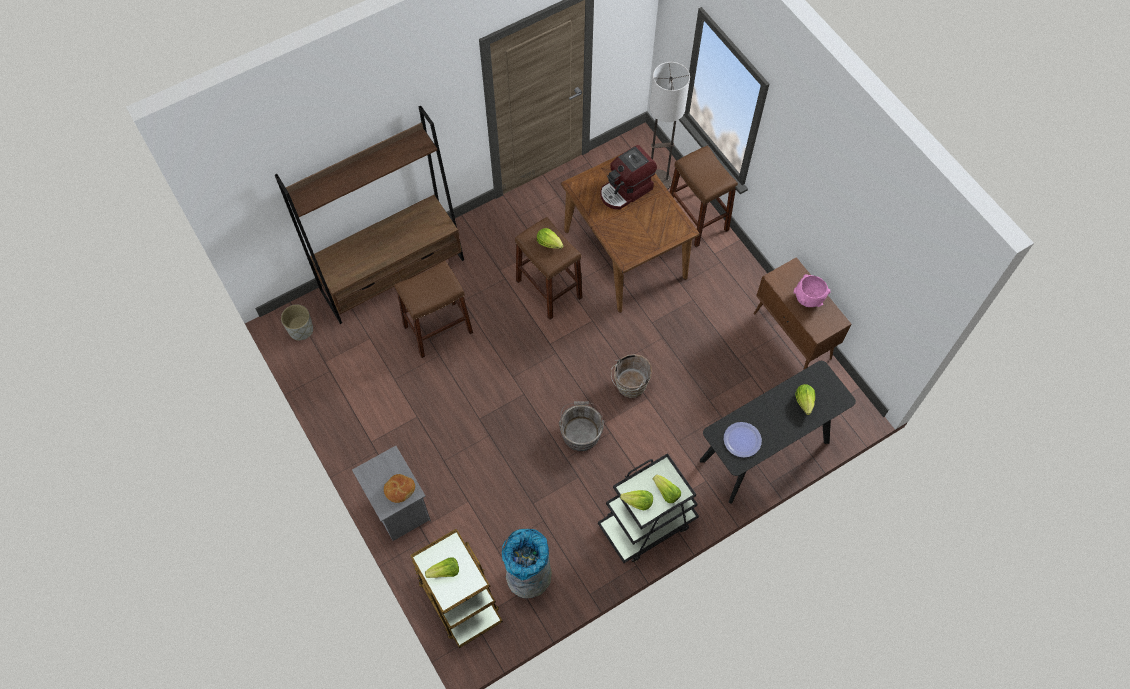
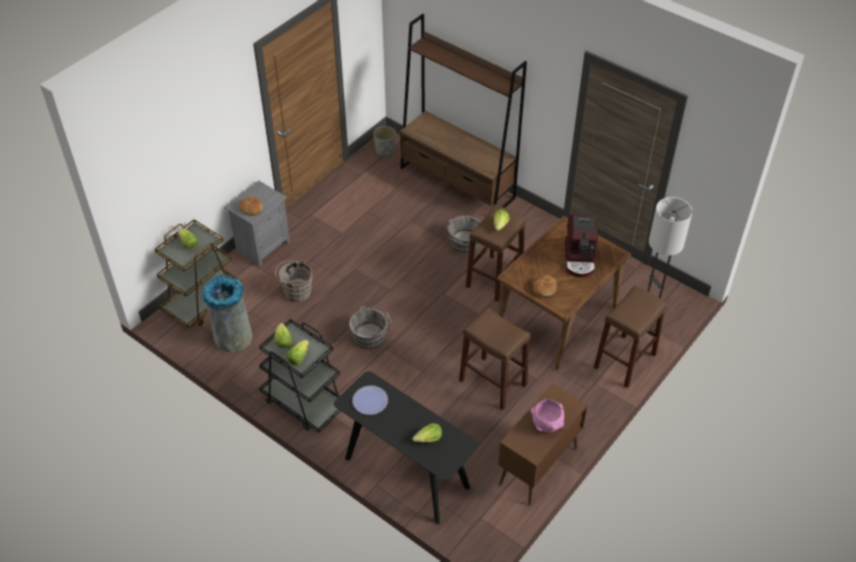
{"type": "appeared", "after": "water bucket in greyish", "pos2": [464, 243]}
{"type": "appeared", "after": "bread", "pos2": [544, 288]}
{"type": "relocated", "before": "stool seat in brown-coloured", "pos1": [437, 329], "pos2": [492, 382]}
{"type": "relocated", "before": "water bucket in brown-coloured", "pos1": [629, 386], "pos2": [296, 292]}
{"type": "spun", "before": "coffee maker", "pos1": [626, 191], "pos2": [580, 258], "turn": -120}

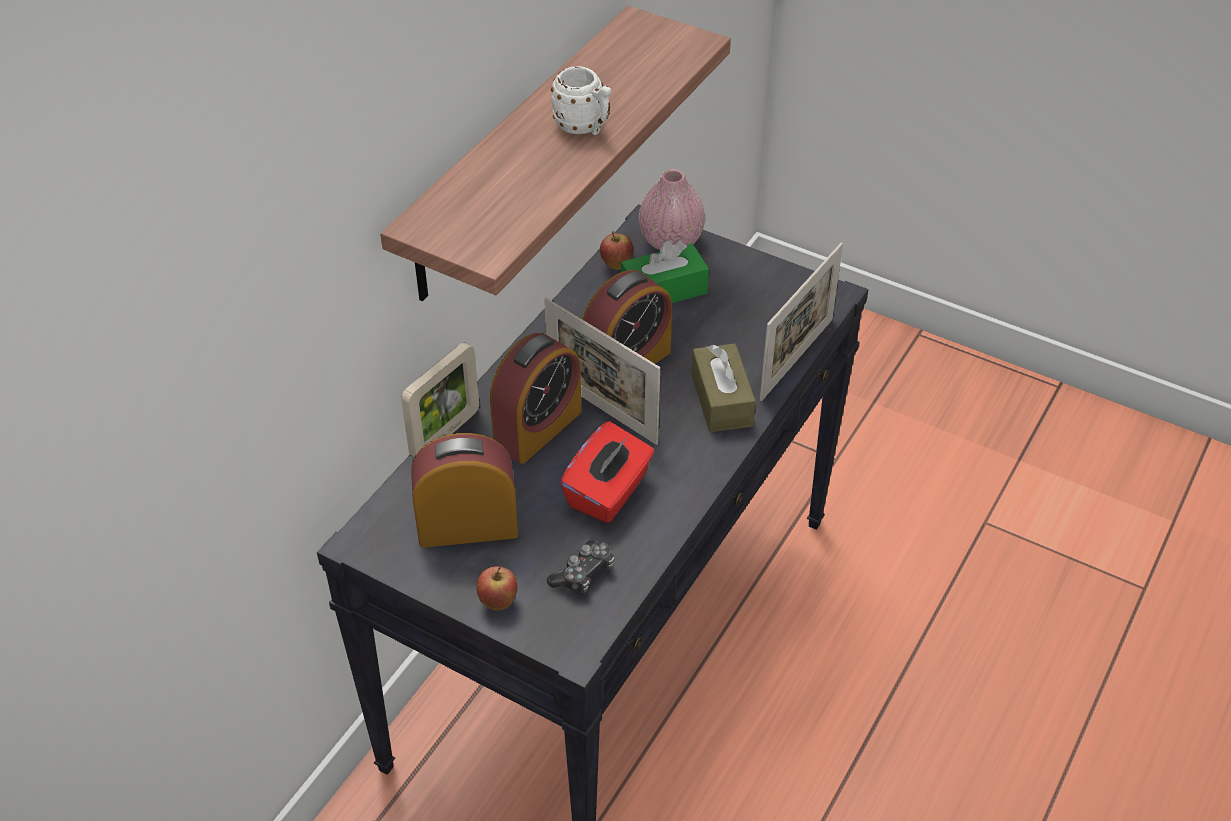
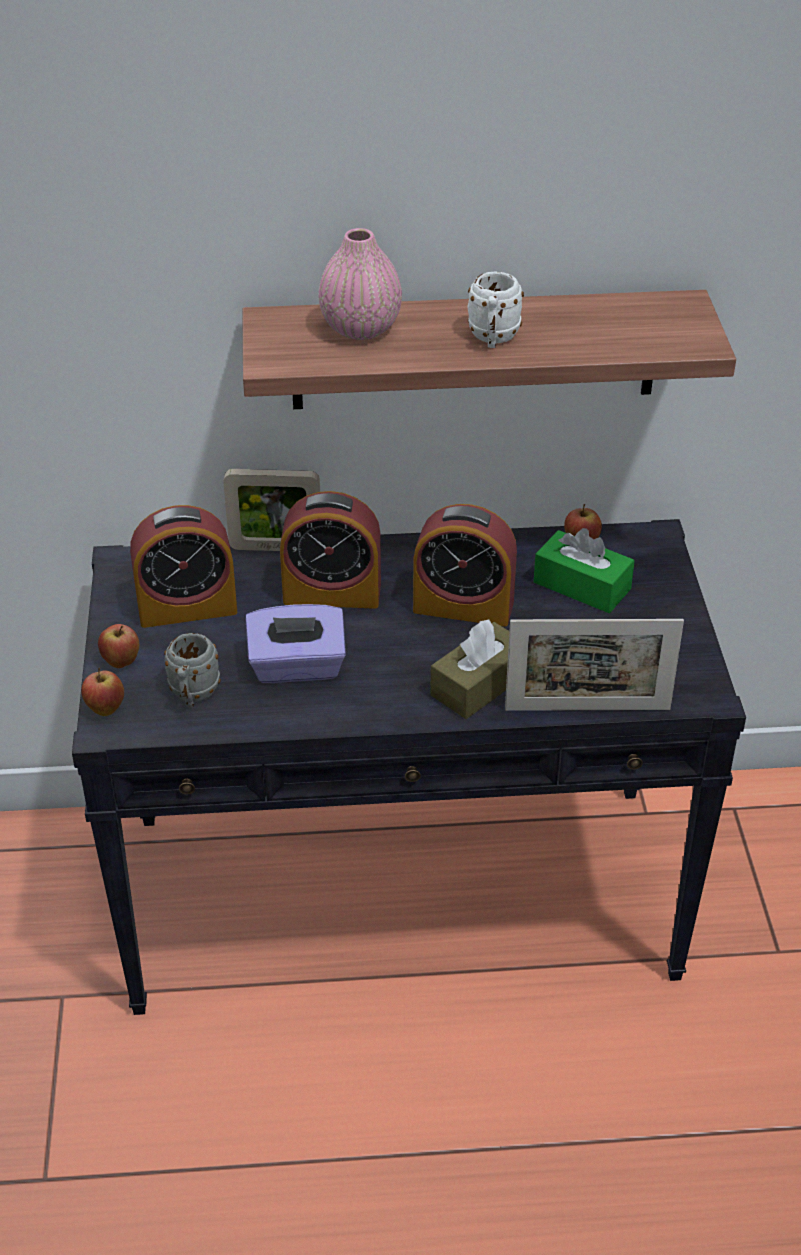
{"type": "missing", "before": "standing frame", "pos1": [601, 408]}
{"type": "appeared", "after": "whole apple", "pos2": [105, 709]}
{"type": "relocated", "before": "decorative vase in pink", "pos1": [670, 241], "pos2": [360, 328]}
{"type": "exchanged", "before": "game controller", "after": "tea mug in greyish", "pos1": [583, 573], "pos2": [193, 695]}
{"type": "colour", "before": "box of tissues in red-coloured", "after": "box of tissues in purplish", "pos1": [608, 492], "pos2": [297, 667]}
{"type": "spun", "before": "alarm clock", "pos1": [467, 526], "pos2": [187, 607], "turn": 120}

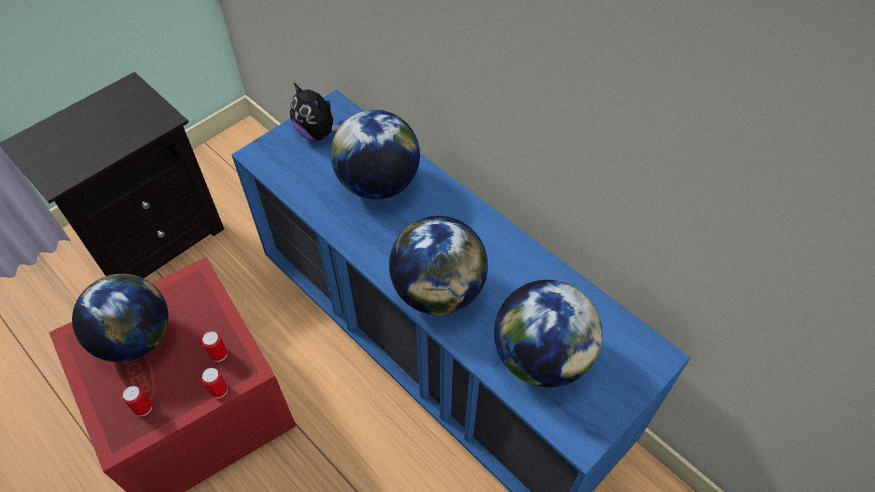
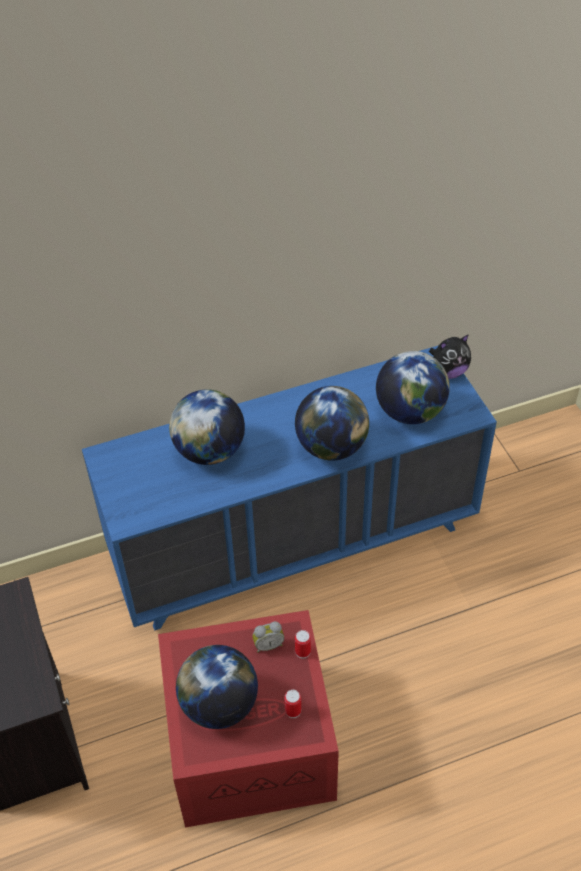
{"type": "relocated", "before": "plush toy", "pos1": [317, 133], "pos2": [448, 372]}
{"type": "exchanged", "before": "sealed can", "after": "alarm clock", "pos1": [219, 354], "pos2": [268, 645]}

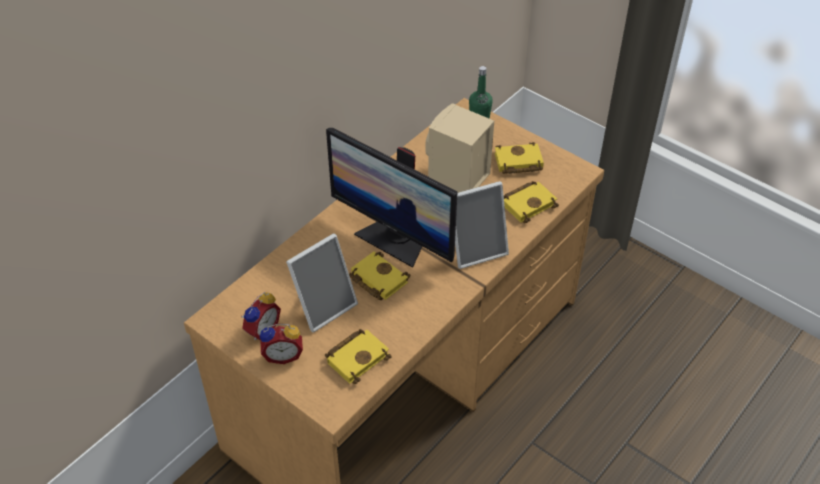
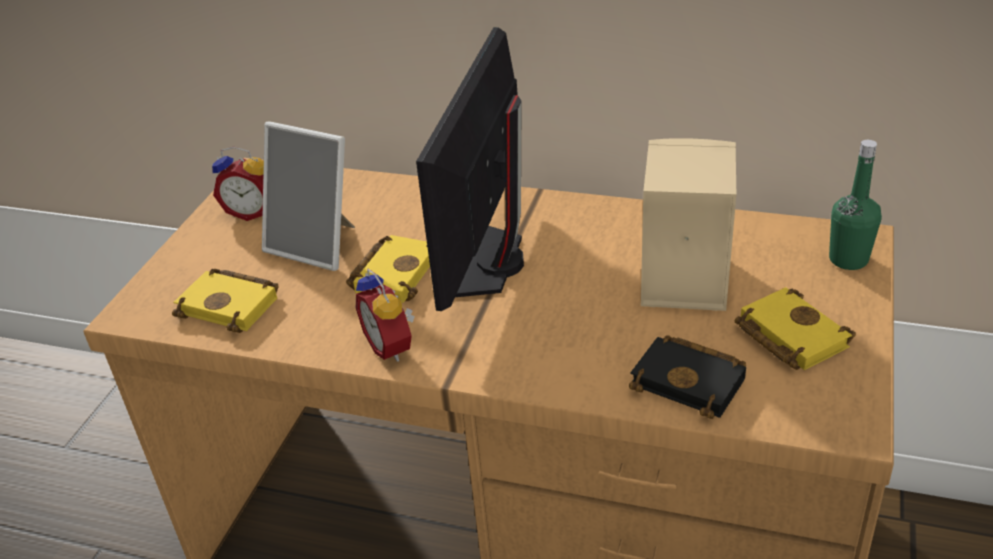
{"type": "missing", "before": "standing frame", "pos1": [476, 248]}
{"type": "relocated", "before": "alarm clock", "pos1": [283, 355], "pos2": [392, 346]}
{"type": "colour", "before": "volume in yellow", "after": "volume in black-coloured", "pos1": [528, 203], "pos2": [692, 381]}

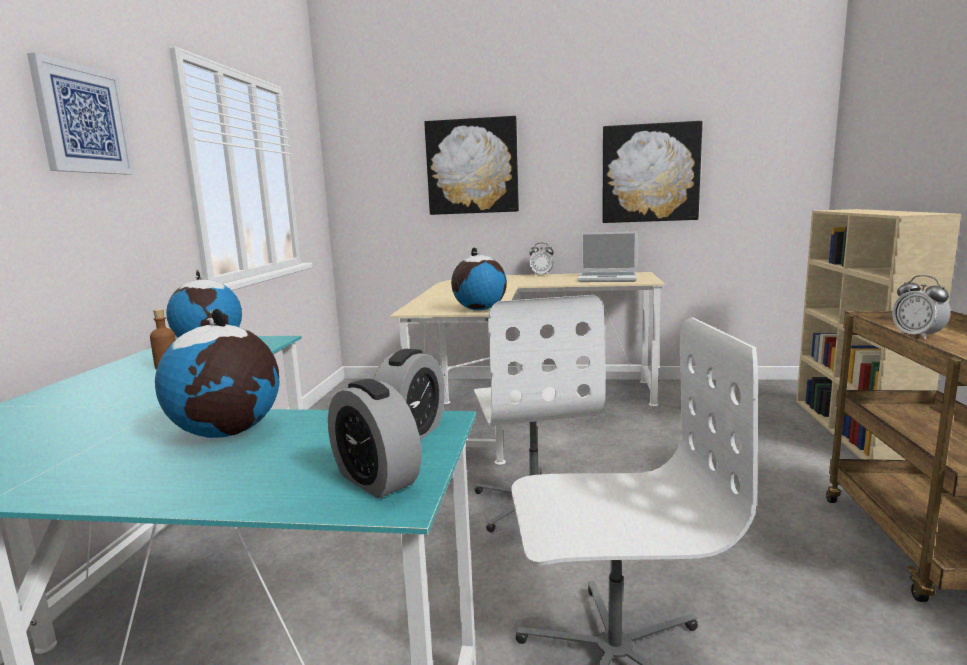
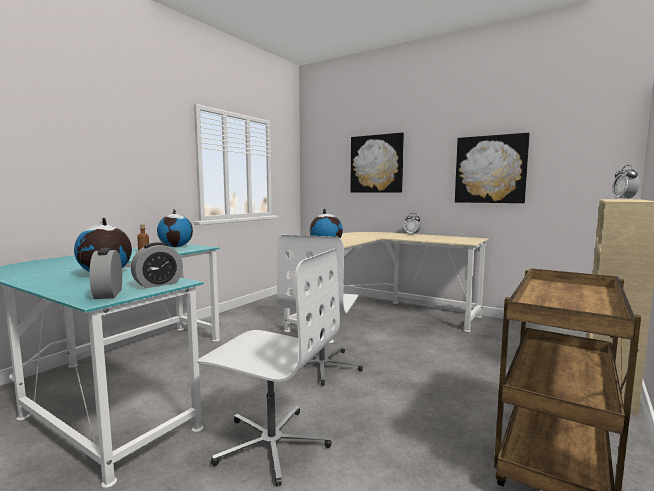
{"type": "missing", "before": "picture", "pos1": [82, 120]}
{"type": "missing", "before": "laptop", "pos1": [608, 279]}
{"type": "relocated", "before": "alarm clock", "pos1": [917, 336], "pos2": [624, 199]}

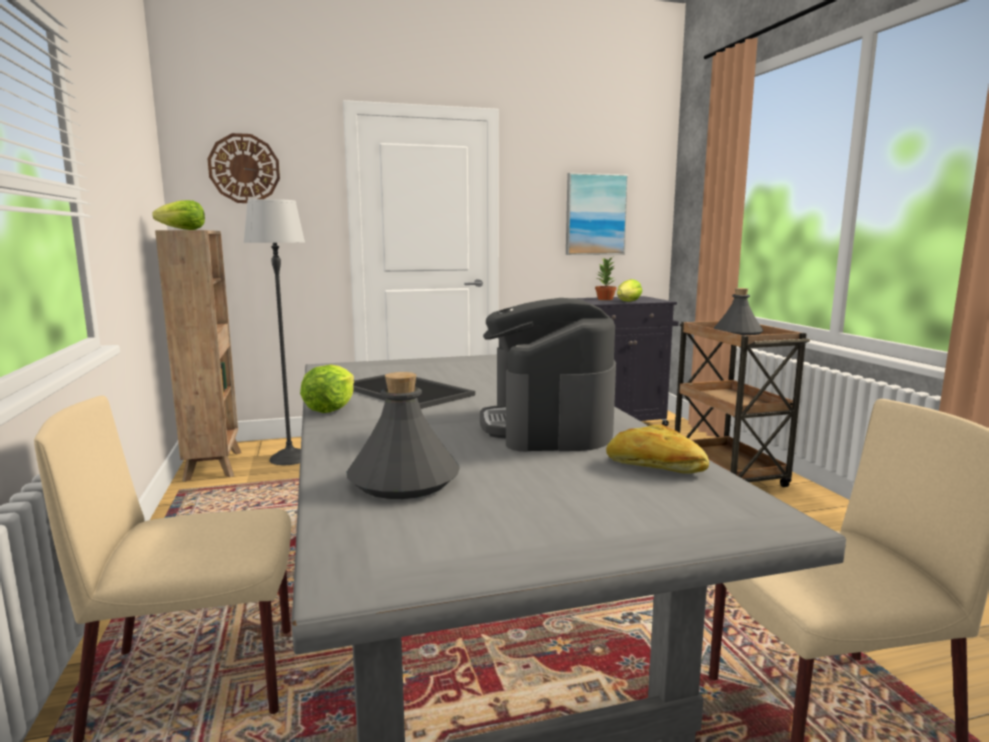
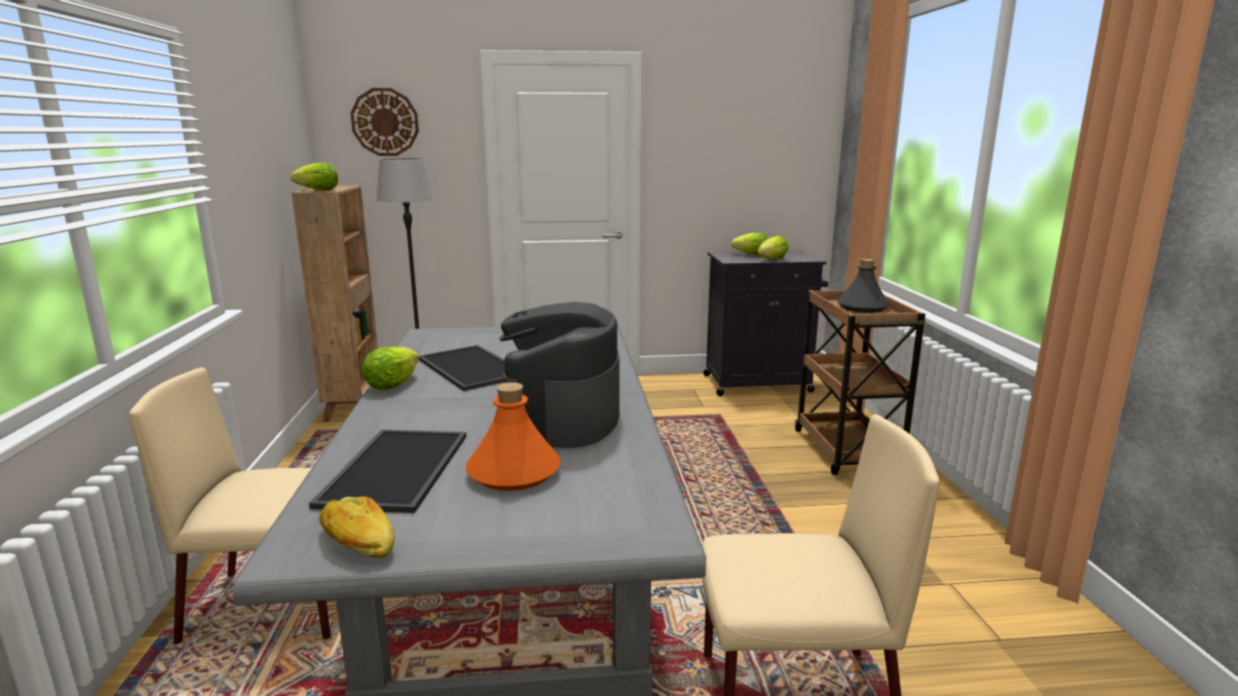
{"type": "missing", "before": "picture", "pos1": [595, 214]}
{"type": "appeared", "after": "beverage bottle in orange-coloured", "pos2": [513, 472]}
{"type": "relocated", "before": "bread", "pos1": [655, 467], "pos2": [357, 543]}
{"type": "exchanged", "before": "beverage bottle in greyish", "after": "serving tray", "pos1": [403, 481], "pos2": [394, 468]}
{"type": "exchanged", "before": "plant in a pot", "after": "lettuce head", "pos1": [605, 299], "pos2": [752, 255]}

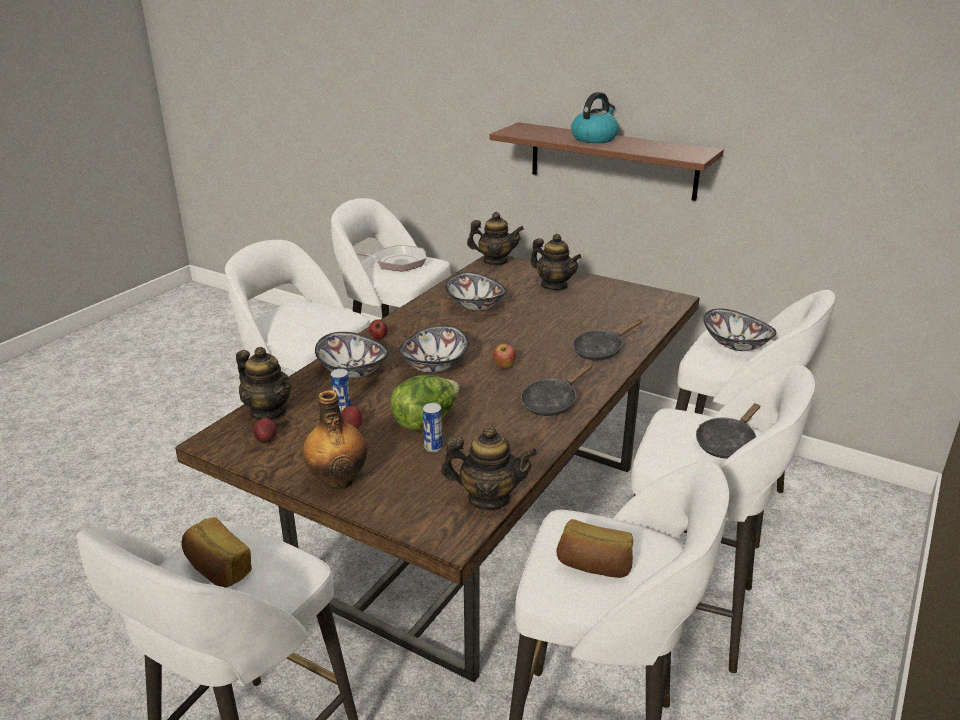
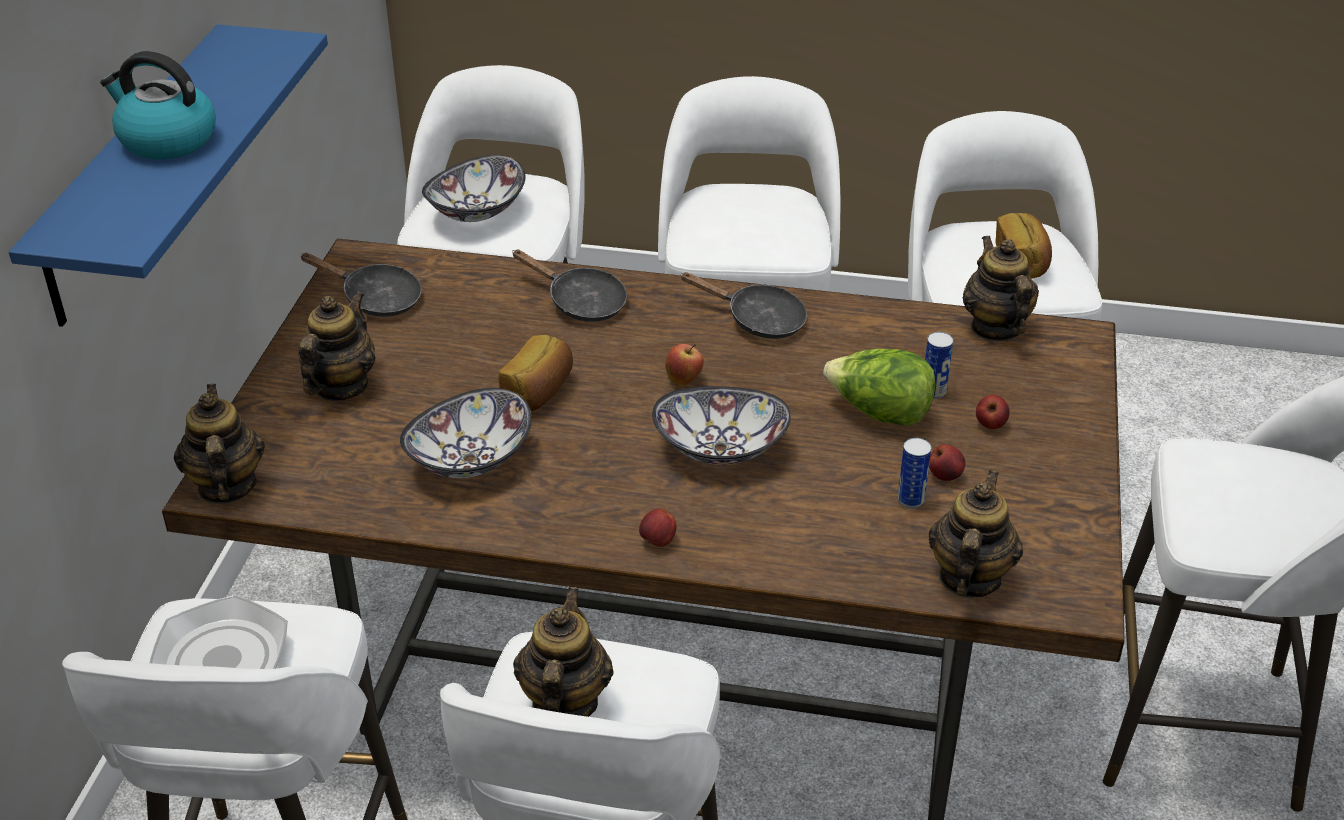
{"type": "missing", "before": "beverage bottle", "pos1": [338, 480]}
{"type": "missing", "before": "bowl", "pos1": [352, 371]}
{"type": "appeared", "after": "pot for tea", "pos2": [564, 703]}
{"type": "relocated", "before": "bread", "pos1": [217, 568], "pos2": [539, 391]}
{"type": "relocated", "before": "whole apple", "pos1": [267, 440], "pos2": [990, 424]}
{"type": "relocated", "before": "skillet in black-coloured", "pos1": [727, 443], "pos2": [375, 299]}
{"type": "colour", "before": "wall shelf in brown-coloured", "after": "wall shelf in bluish", "pos1": [612, 161], "pos2": [134, 173]}

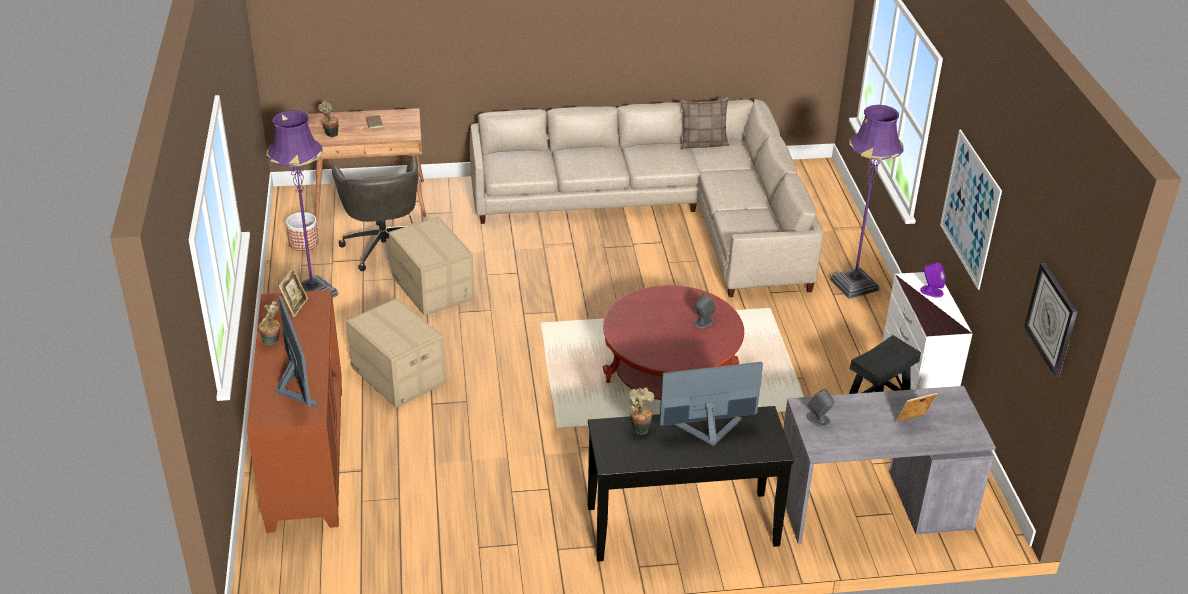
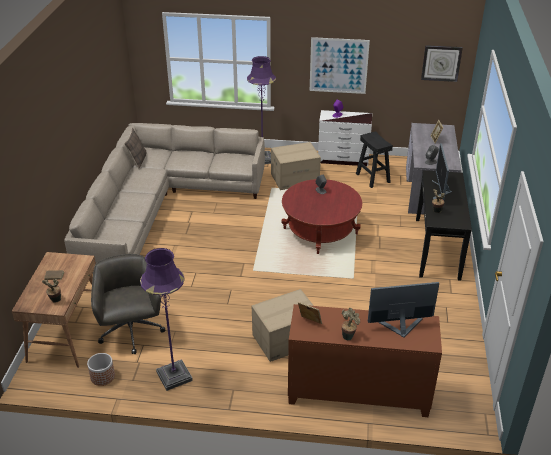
{"type": "relocated", "before": "packing box", "pos1": [433, 288], "pos2": [295, 178]}
{"type": "spun", "before": "desk chair in greyish", "pos1": [383, 246], "pos2": [131, 332], "turn": -105}

